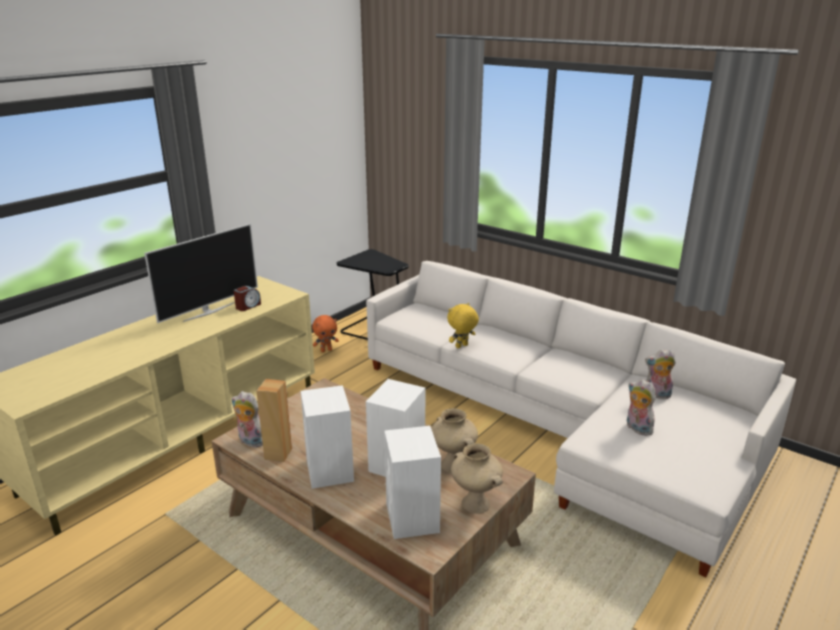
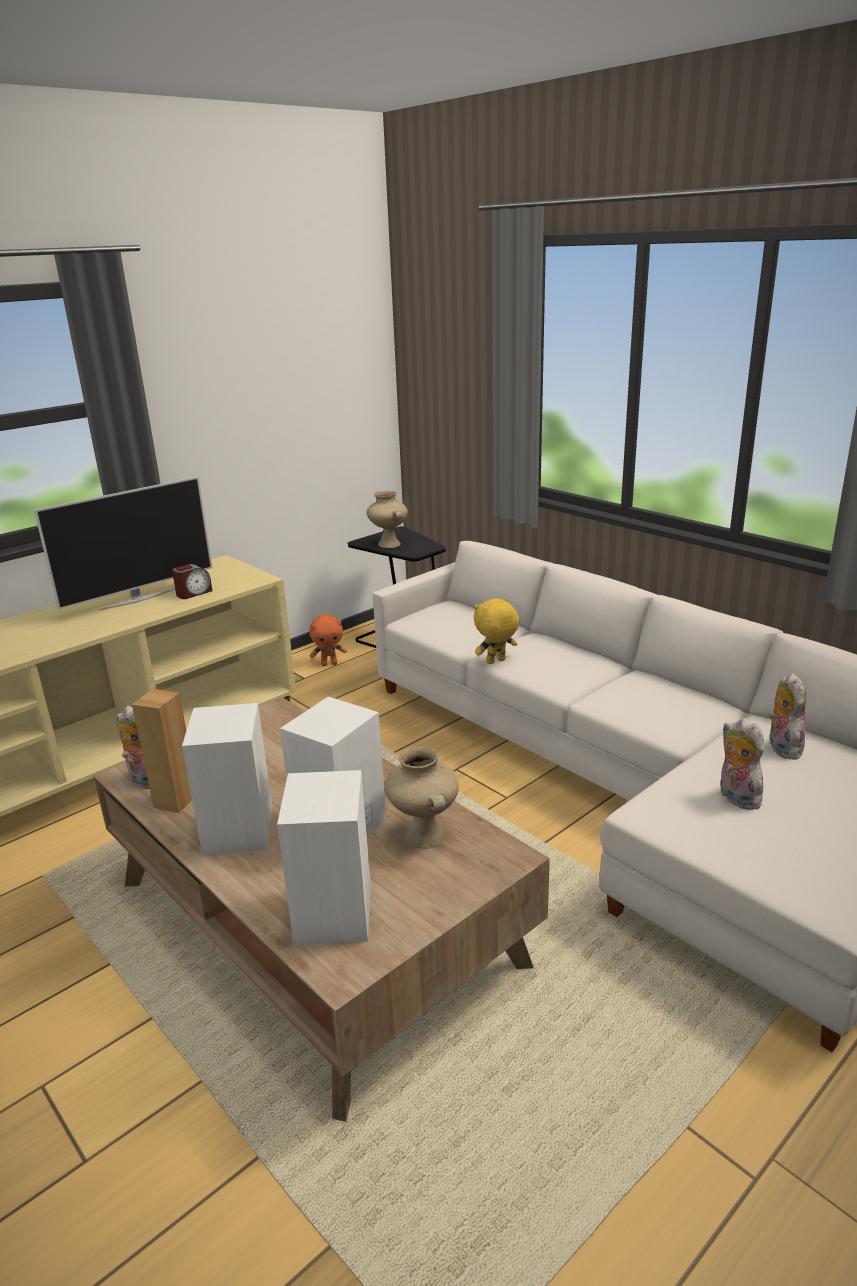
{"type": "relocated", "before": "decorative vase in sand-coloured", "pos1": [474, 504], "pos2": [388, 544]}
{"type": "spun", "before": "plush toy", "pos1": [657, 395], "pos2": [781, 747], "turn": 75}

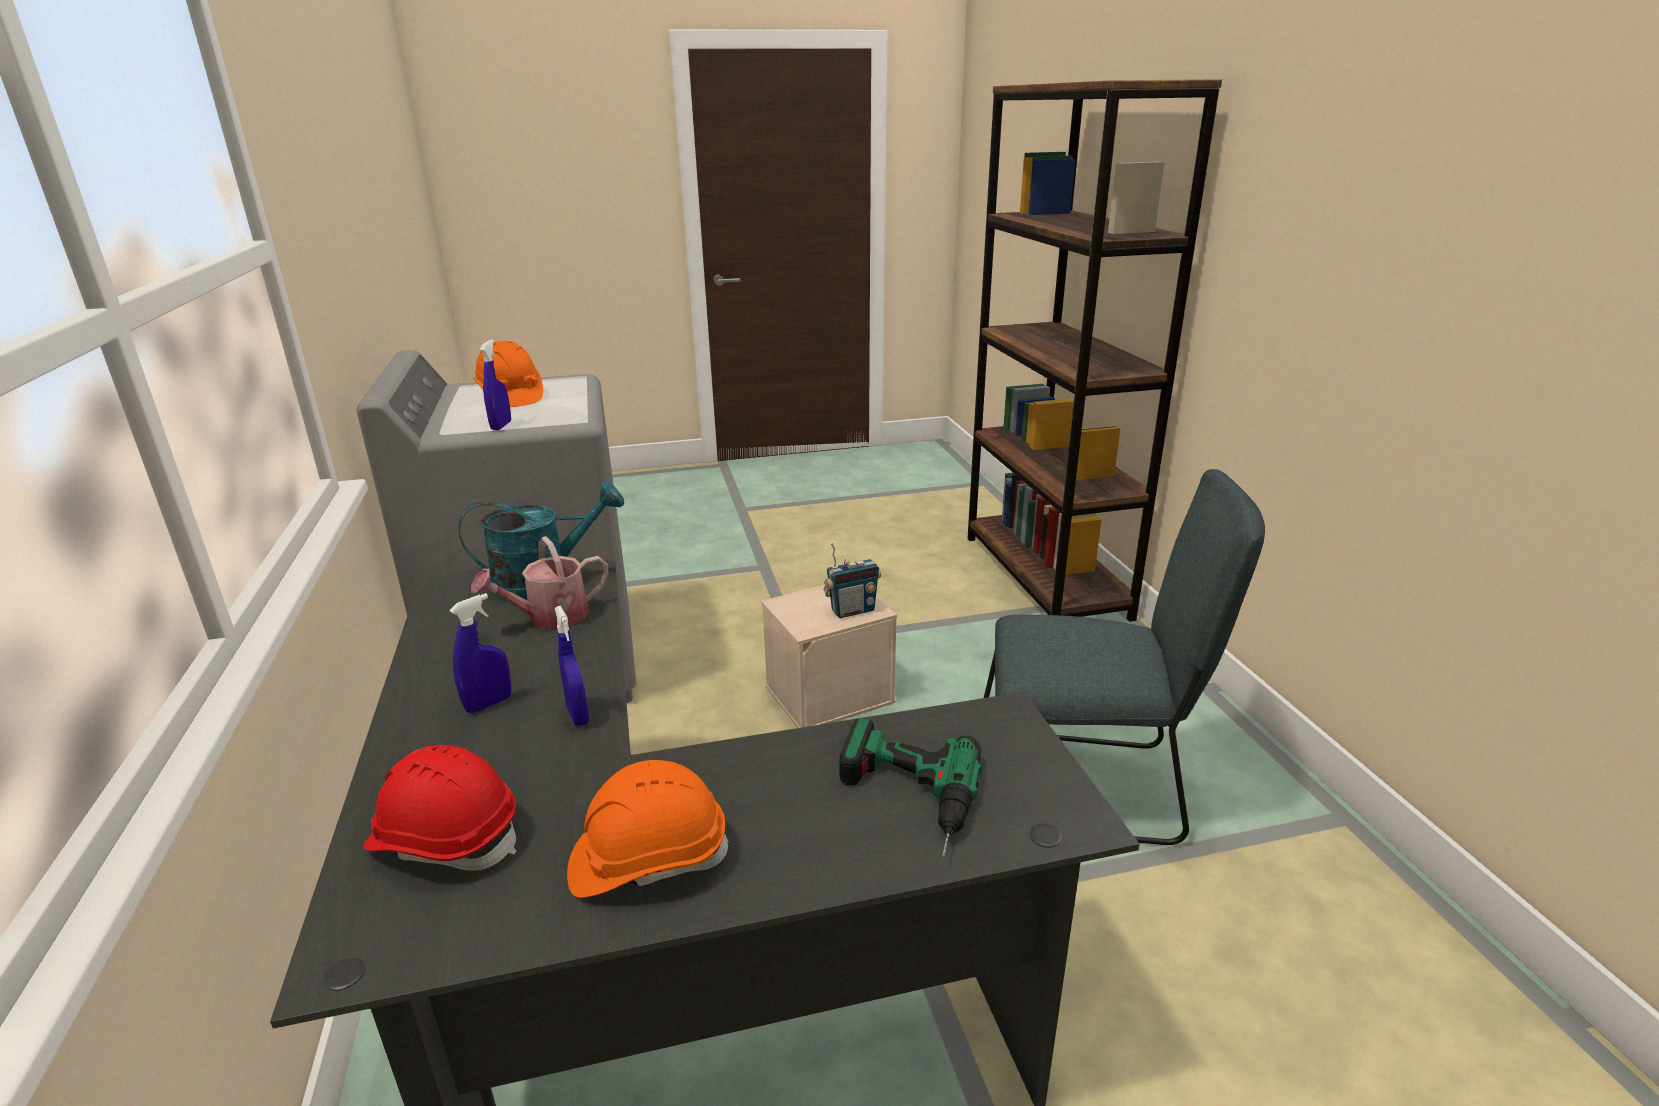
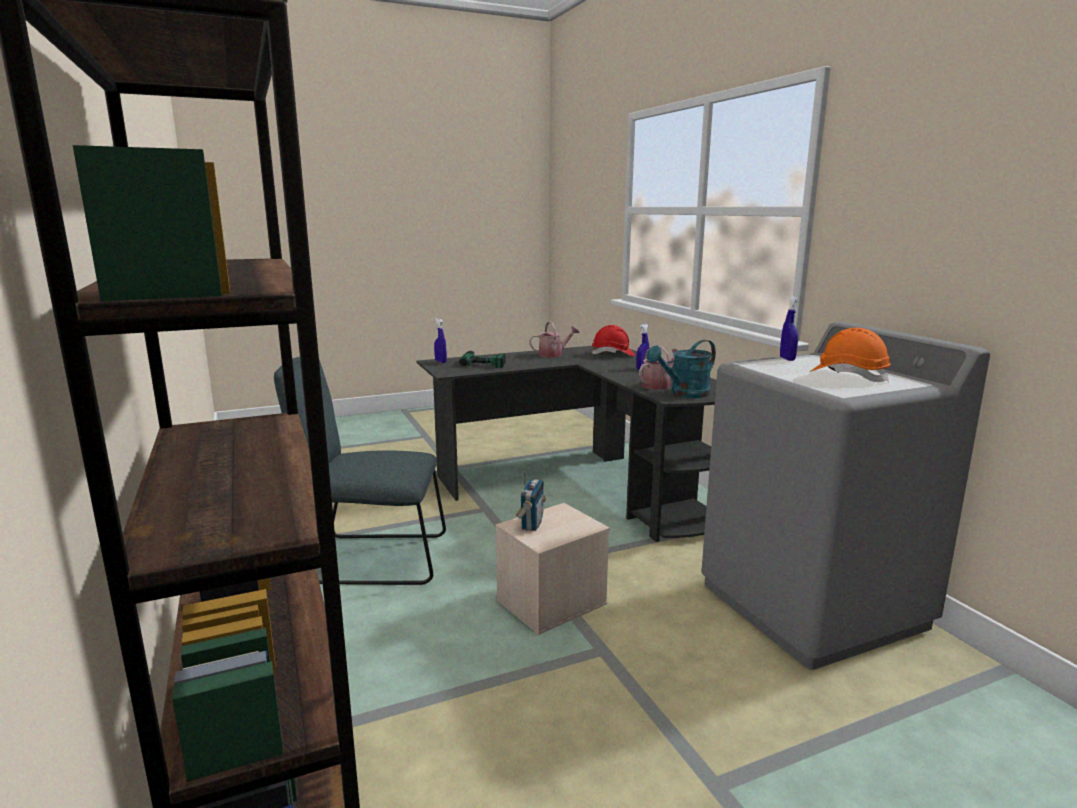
{"type": "relocated", "before": "sprayer in bluish", "pos1": [578, 715], "pos2": [440, 361]}
{"type": "exchanged", "before": "work helmet in orange-coloured", "after": "watering can", "pos1": [648, 859], "pos2": [553, 354]}
{"type": "spun", "before": "radio set", "pos1": [852, 610], "pos2": [531, 524], "turn": 135}

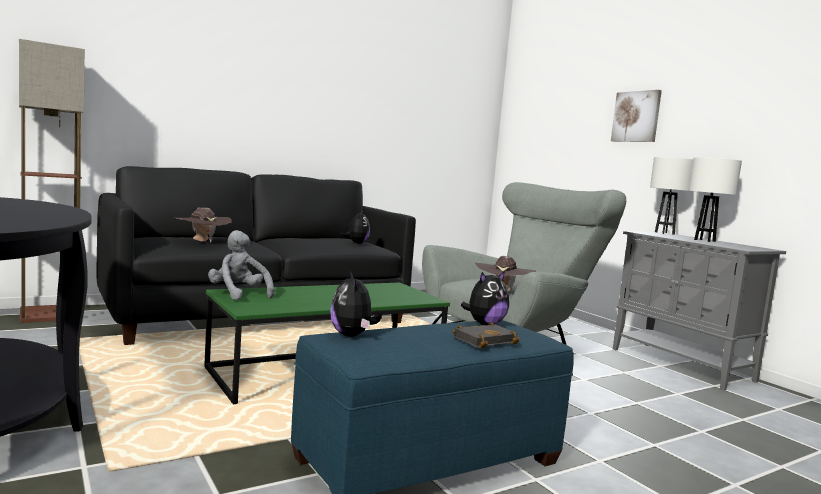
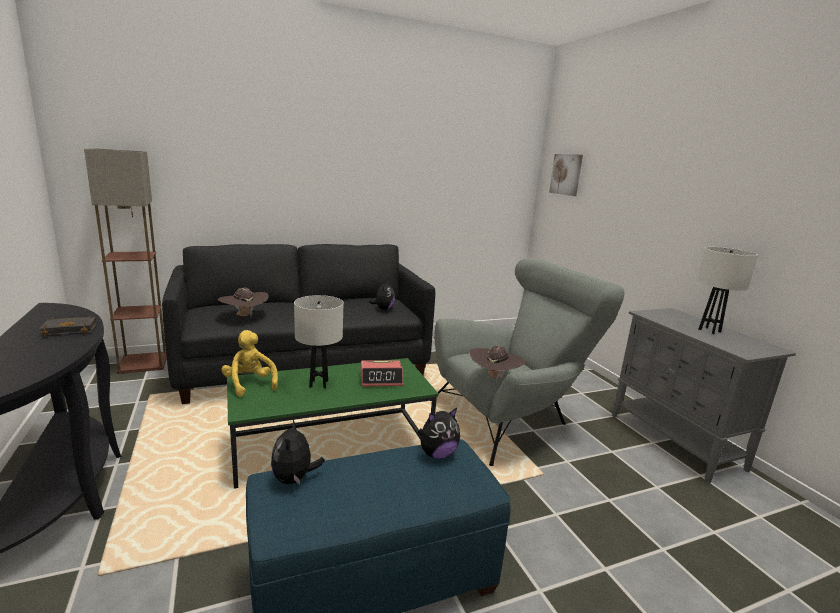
{"type": "appeared", "after": "alarm clock", "pos2": [381, 379]}
{"type": "relocated", "before": "volume in black-coloured", "pos1": [484, 340], "pos2": [71, 329]}
{"type": "relocated", "before": "picture", "pos1": [636, 116], "pos2": [566, 174]}
{"type": "relocated", "before": "tabletop lamp in white", "pos1": [664, 233], "pos2": [318, 384]}
{"type": "colour", "before": "plush toy in greyish", "after": "plush toy in yellow", "pos1": [238, 294], "pos2": [250, 384]}

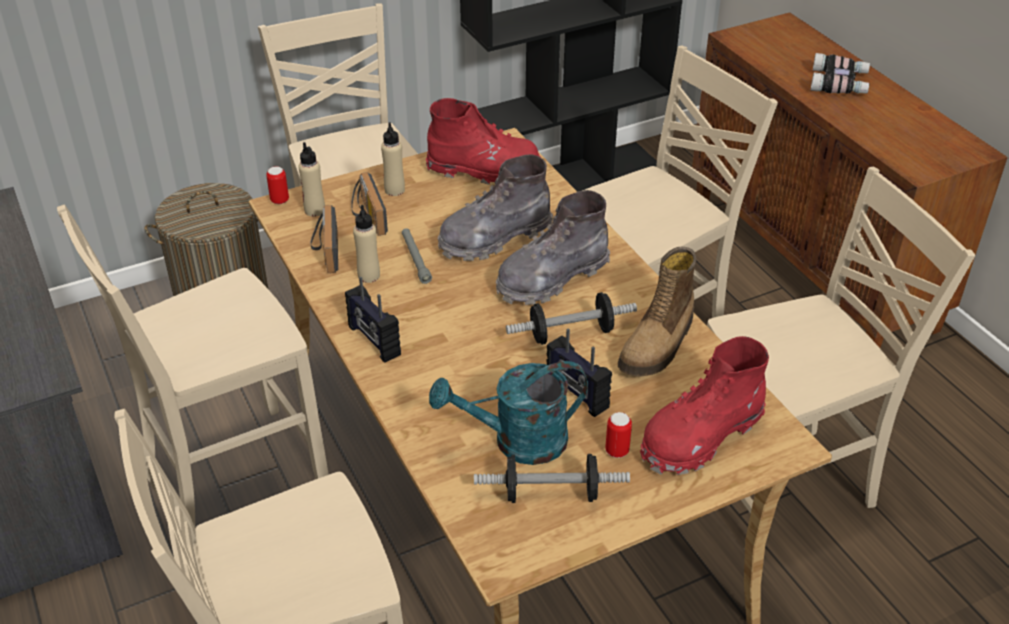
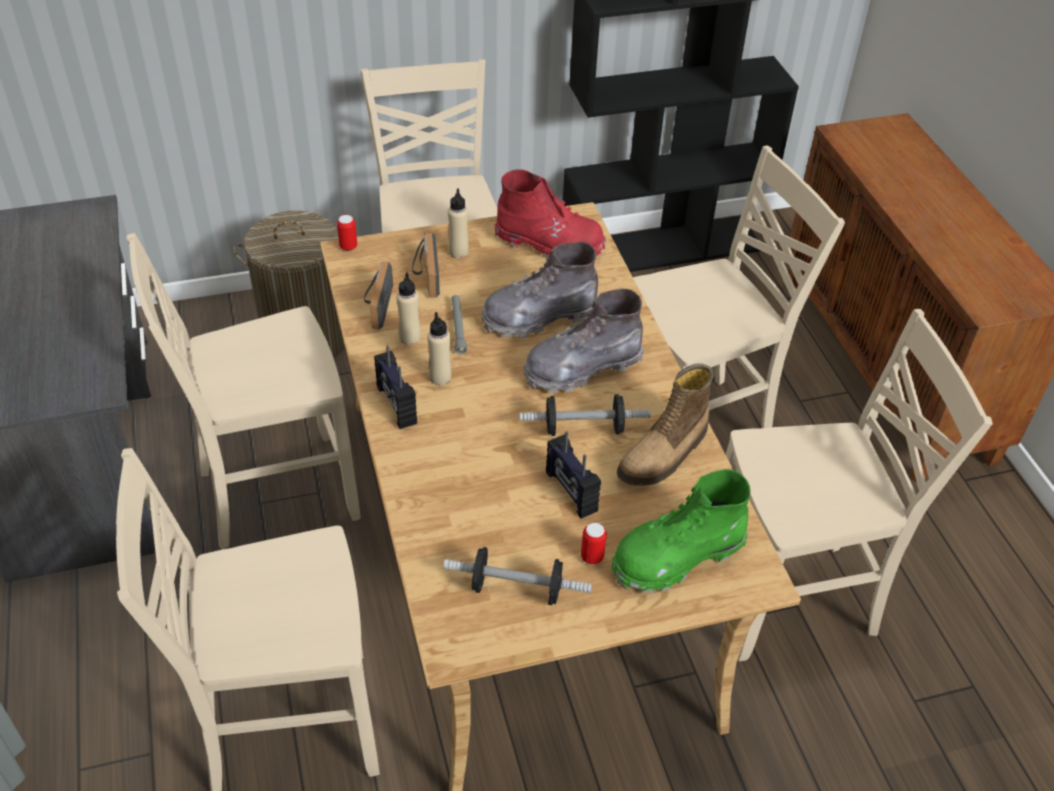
{"type": "missing", "before": "watering can in turquoise", "pos1": [517, 442]}
{"type": "missing", "before": "field glasses", "pos1": [840, 83]}
{"type": "relocated", "before": "beverage bottle in sand-coloured", "pos1": [314, 210], "pos2": [440, 377]}
{"type": "colour", "before": "high-top boot in red-coloured", "after": "high-top boot in green-coloured", "pos1": [700, 437], "pos2": [676, 557]}

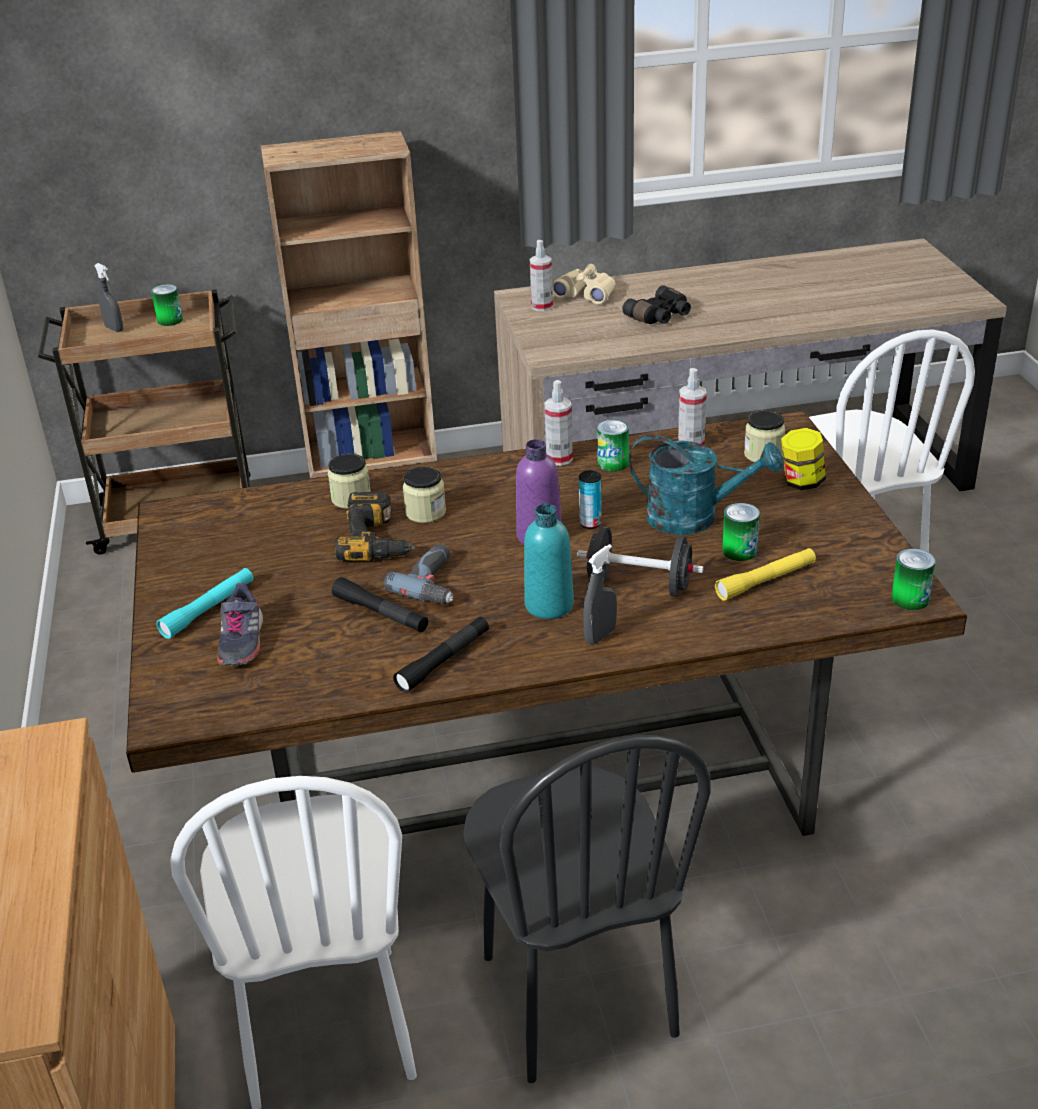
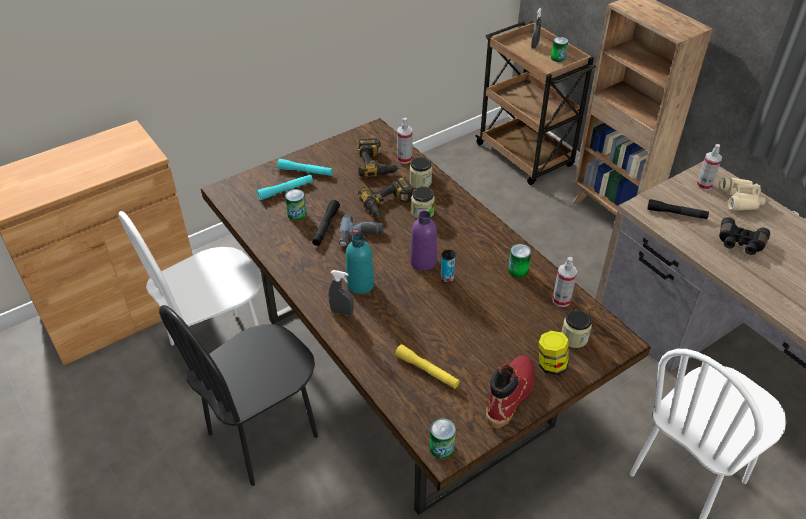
{"type": "missing", "before": "free weight in black-coloured", "pos1": [639, 586]}
{"type": "missing", "before": "watering can in turquoise", "pos1": [695, 518]}
{"type": "appeared", "after": "electric drill", "pos2": [377, 164]}
{"type": "appeared", "after": "high-top boot in red-coloured", "pos2": [510, 395]}
{"type": "relocated", "before": "torch in black-coloured", "pos1": [444, 661], "pos2": [676, 213]}
{"type": "relocated", "before": "sprayer", "pos1": [559, 459], "pos2": [404, 159]}
{"type": "relocated", "before": "sealed can", "pos1": [739, 551], "pos2": [297, 214]}
{"type": "exchanged", "before": "item of footwear in greyish", "after": "torch in turquoise", "pos1": [241, 641], "pos2": [285, 190]}

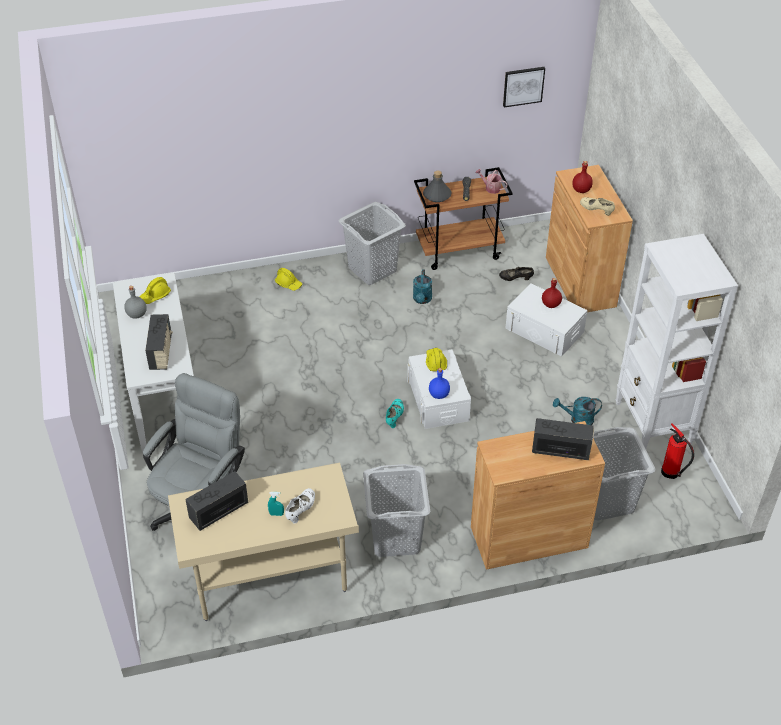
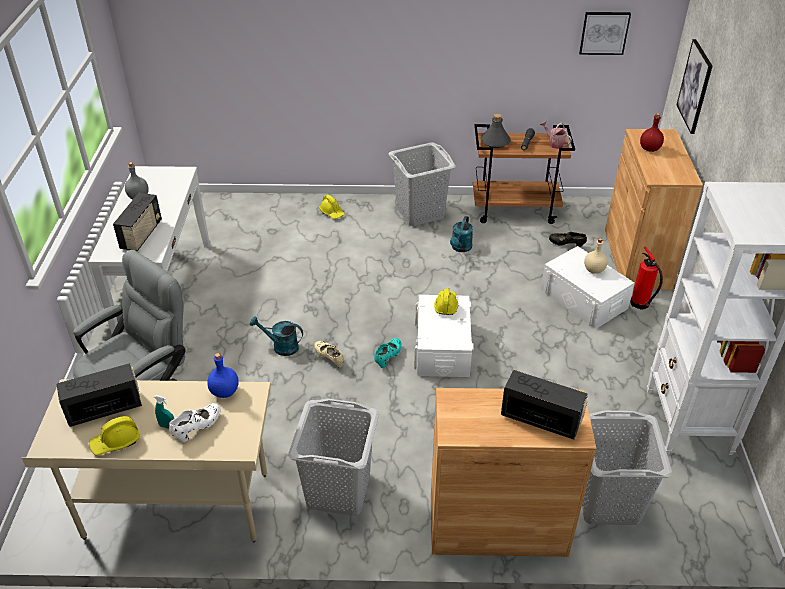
{"type": "appeared", "after": "picture", "pos2": [695, 86]}
{"type": "relocated", "before": "work helmet in yellow", "pos1": [155, 296], "pos2": [116, 442]}
{"type": "relocated", "before": "beverage bottle in bluish", "pos1": [438, 395], "pos2": [224, 392]}
{"type": "relocated", "before": "watering can in turquoise", "pos1": [577, 420], "pos2": [281, 346]}
{"type": "relocated", "before": "item of footwear in sand-coloured", "pos1": [596, 210], "pos2": [329, 359]}
{"type": "relocated", "before": "fire extinguisher", "pos1": [671, 473], "pos2": [640, 304]}
{"type": "colour", "before": "beverage bottle in red-coloured", "after": "beverage bottle in sand-coloured", "pos1": [550, 304], "pos2": [593, 270]}

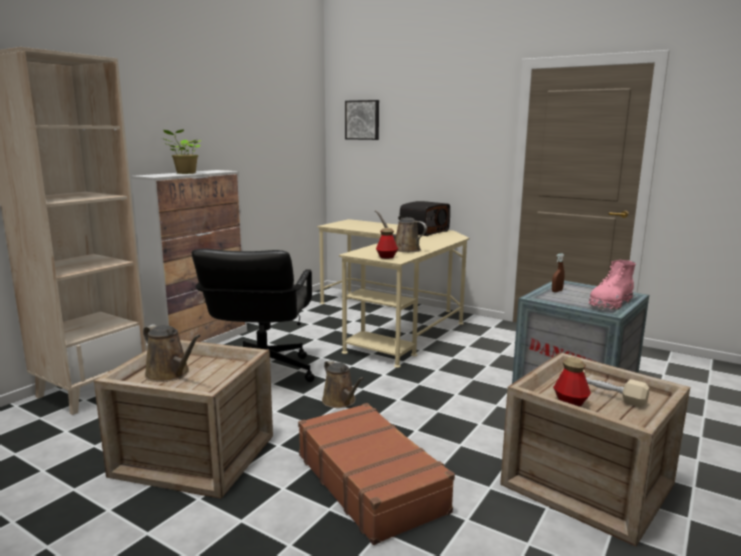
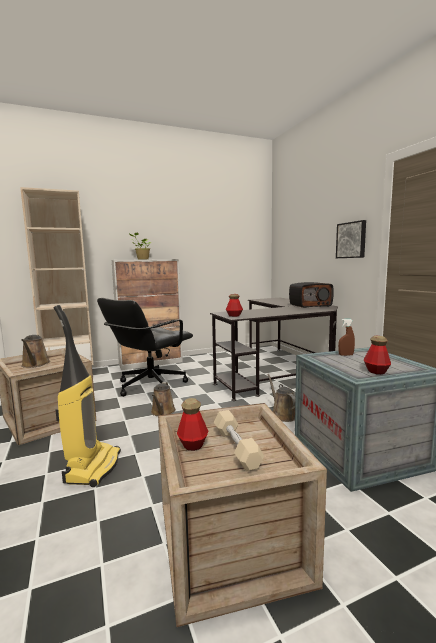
{"type": "relocated", "before": "picture", "pos1": [363, 120], "pos2": [351, 240]}
{"type": "relocated", "before": "watering can in brown-coloured", "pos1": [403, 249], "pos2": [282, 415]}
{"type": "exchanged", "before": "suitcase in brown-coloured", "after": "vacuum", "pos1": [370, 482], "pos2": [92, 467]}
{"type": "exchanged", "before": "high-top boot in pink", "after": "beverage bottle", "pos1": [610, 303], "pos2": [376, 371]}
{"type": "colour", "before": "desk unit in sand-coloured", "after": "desk unit in black-coloured", "pos1": [393, 321], "pos2": [280, 371]}

